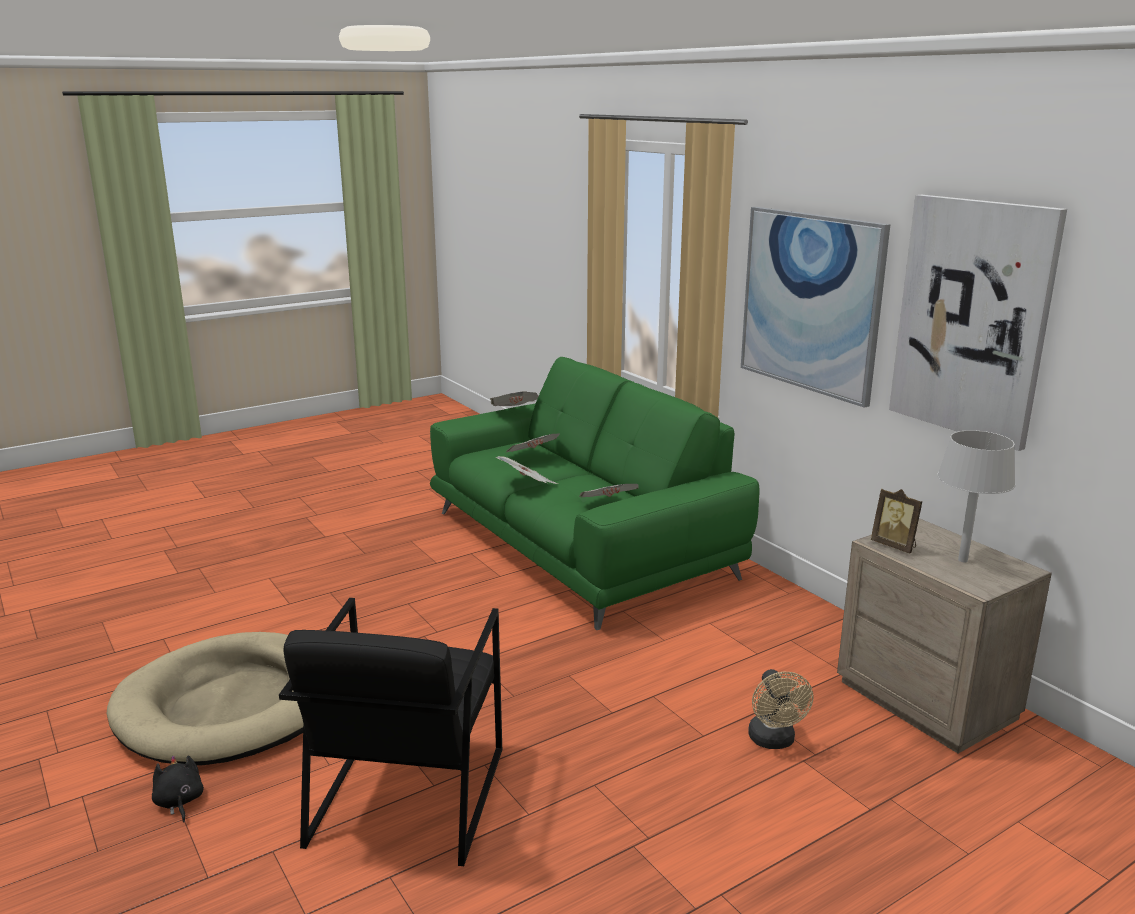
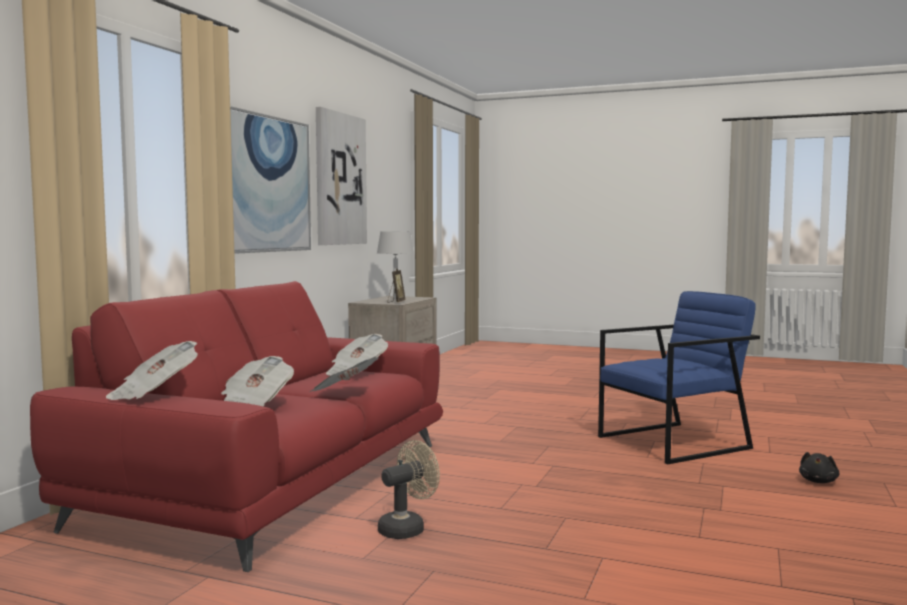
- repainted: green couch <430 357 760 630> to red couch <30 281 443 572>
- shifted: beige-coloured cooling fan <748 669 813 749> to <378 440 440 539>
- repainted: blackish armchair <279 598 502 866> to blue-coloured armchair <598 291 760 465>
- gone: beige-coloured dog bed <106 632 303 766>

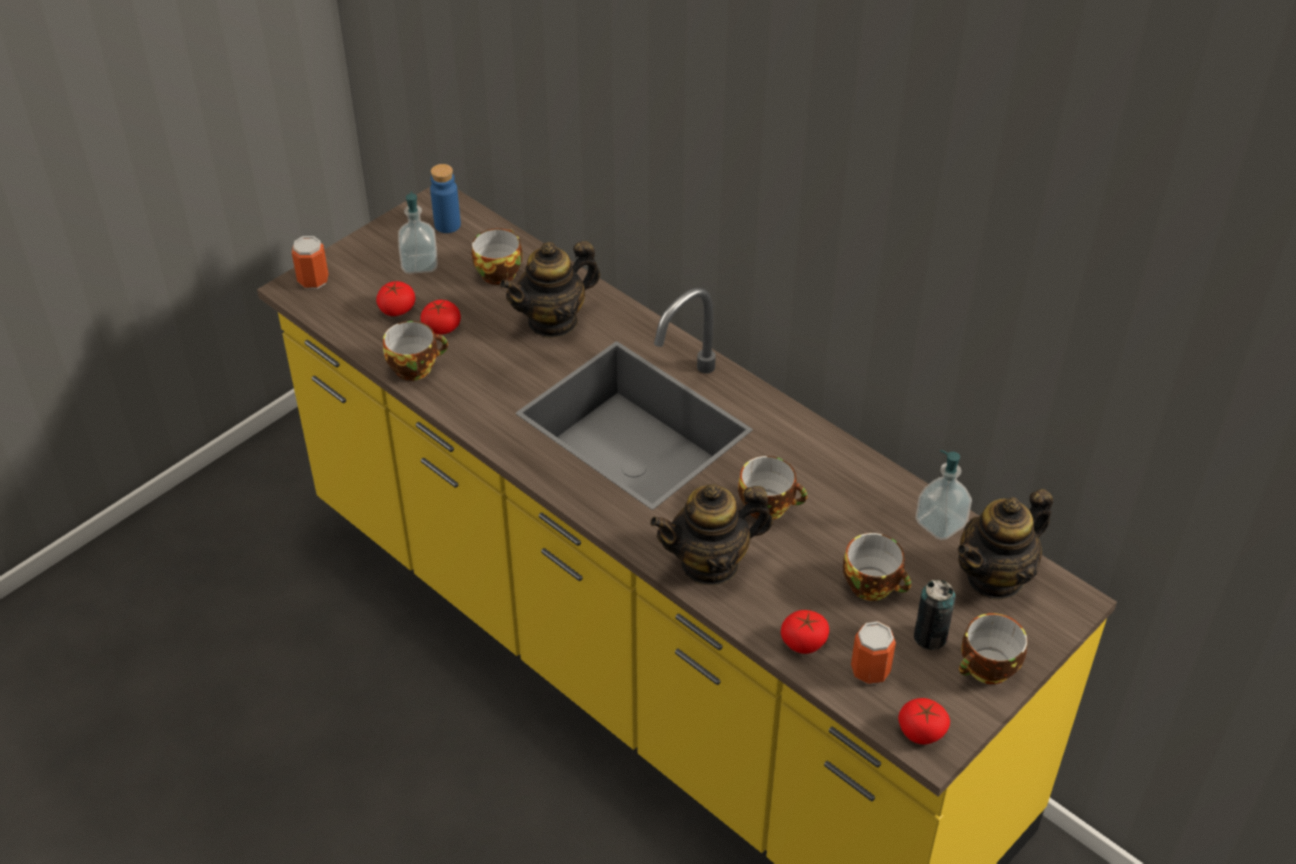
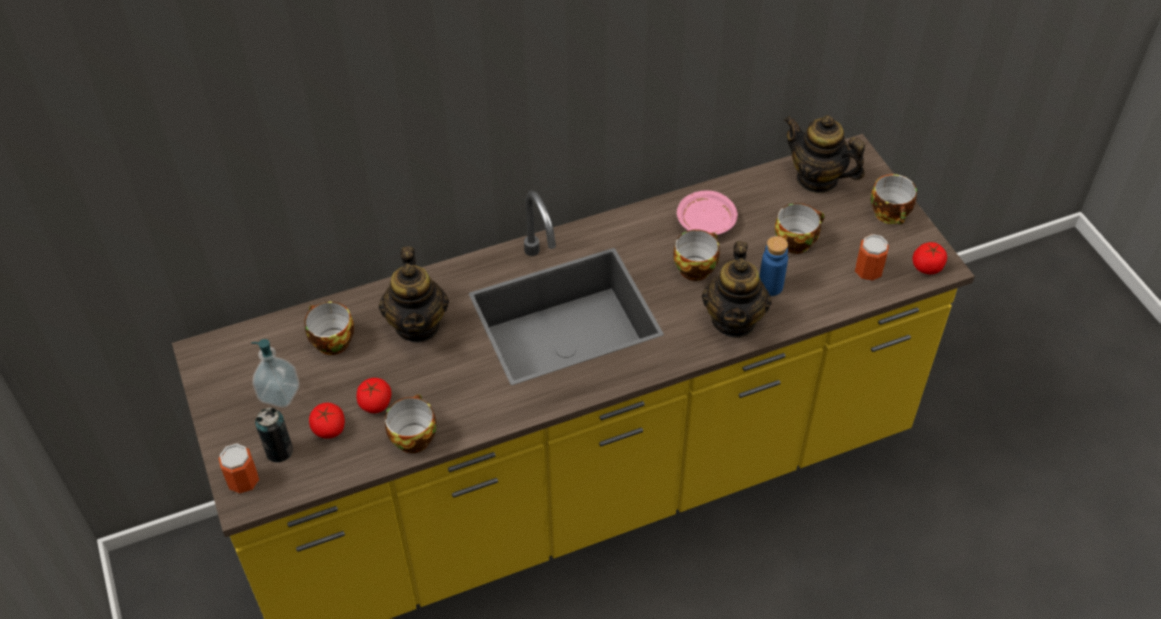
- shifted: can <914 580 956 650> to <255 407 293 463>
- new: pinkish plate <677 190 738 235>
- shifted: blue-coloured drink bottle <430 164 461 233> to <759 236 788 296>
- rotated: teapot <957 489 1053 601> = <784 115 865 194> 135 degrees clockwise
- gone: fresh tomato <781 610 829 654>
- gone: soap dispenser <916 450 972 540>

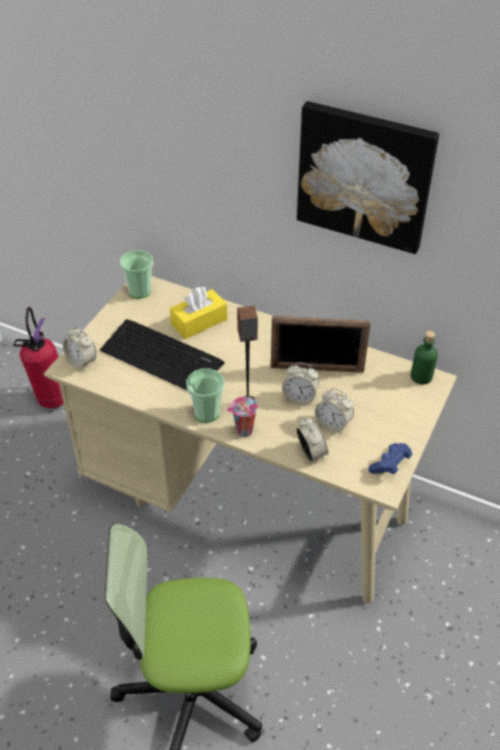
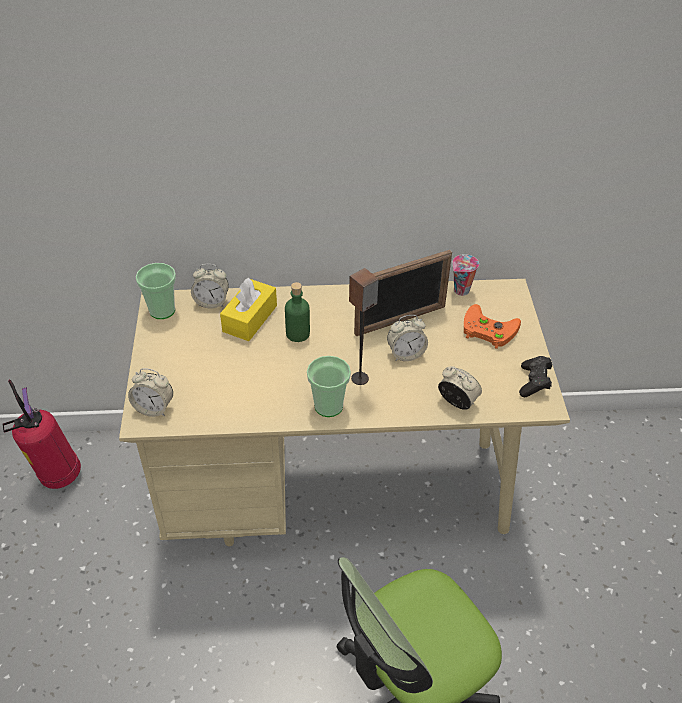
- shifted: bedside clock <315 388 354 434> to <191 264 229 309>
- shifted: green drink bottle <411 331 438 384> to <285 282 310 342>
- shifted: cup <227 397 258 437> to <452 254 479 296>
- new: orangey gamepad <464 304 521 349>
- repainted: blue-coloured gamepad <368 443 412 475> to blackish gamepad <519 356 552 397>
- gone: keyboard <100 319 225 391>
- gone: picture <297 101 439 254>

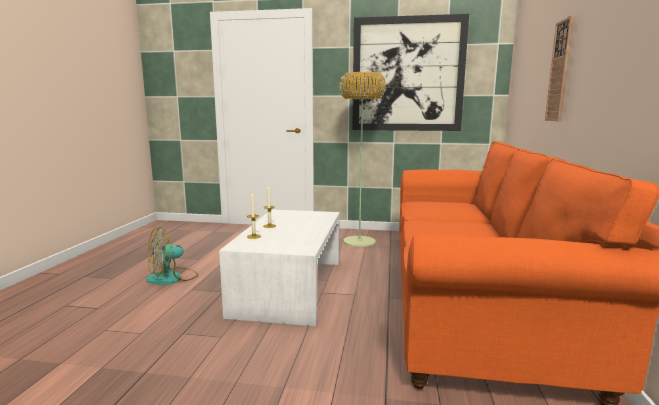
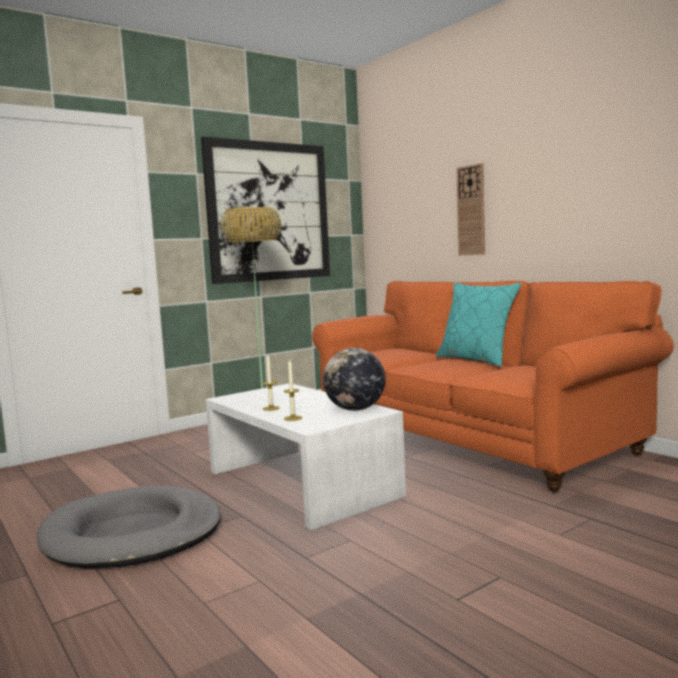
- swapped: cooling fan <146 227 198 285> to gray dog bed <36 485 221 569>
- new: world globe <323 348 385 411>
- new: turquoise throw pillow <436 282 521 367>

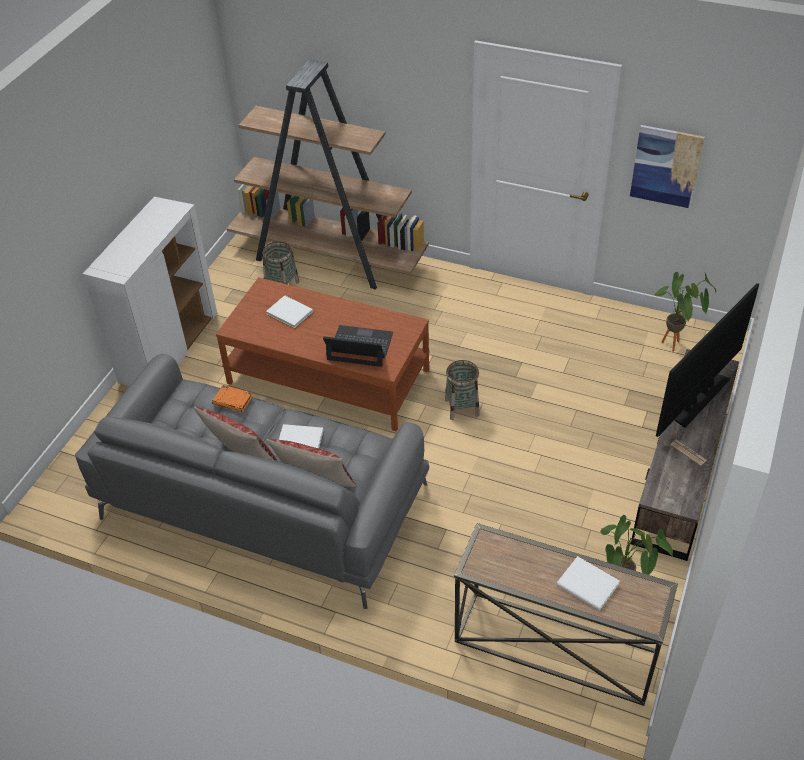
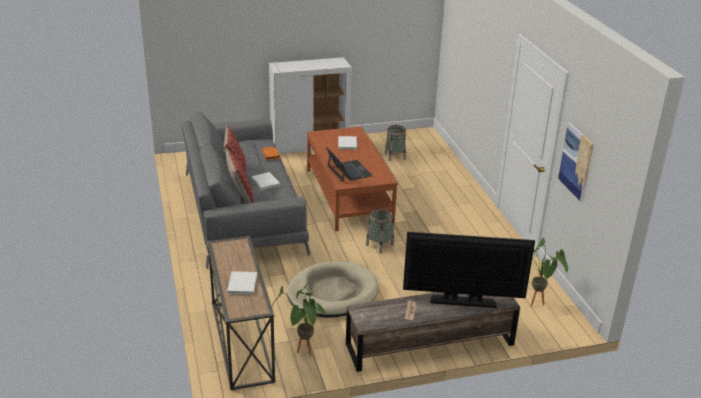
- new: beige-coloured dog bed <287 261 379 317>
- gone: brown bookcase <227 59 429 289>

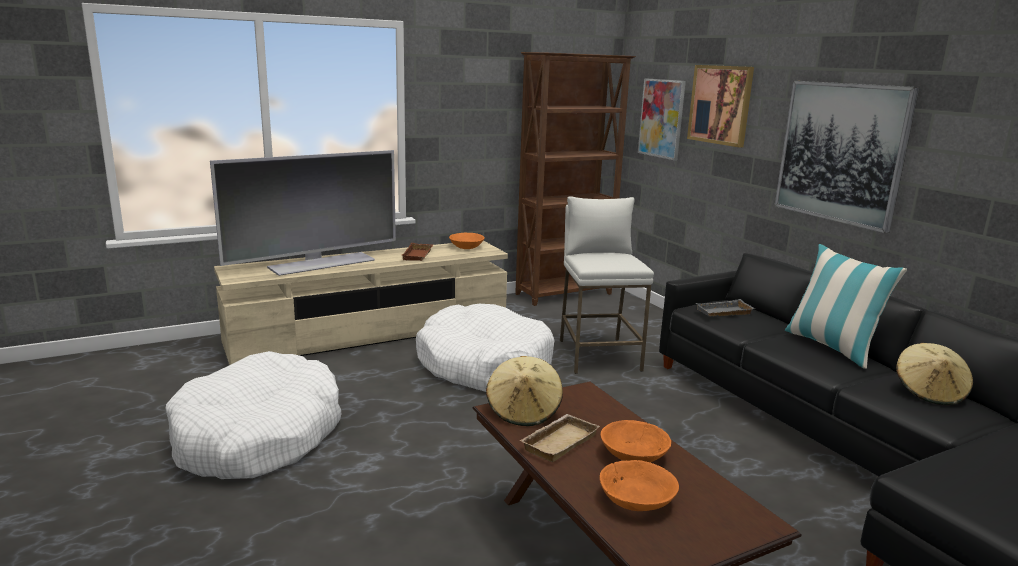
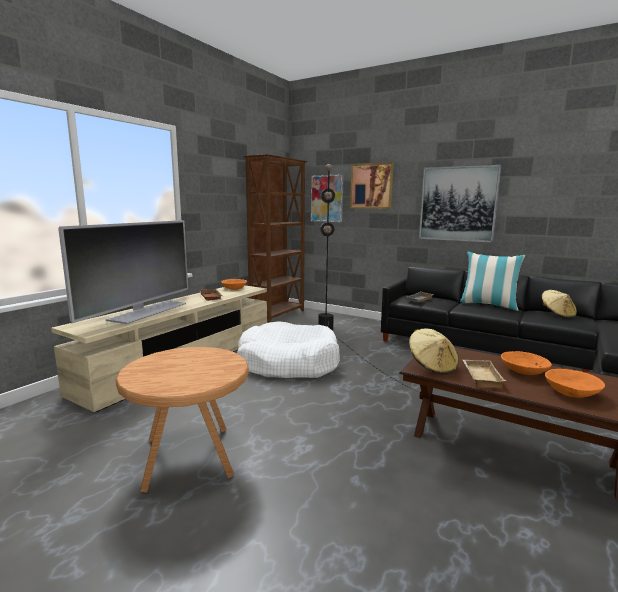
- swapped: whitish dog bed <165 351 341 479> to brown end table <116 347 249 493>
- swapped: whitish stool <560 196 654 374> to blackish standard lamp <318 164 417 392>

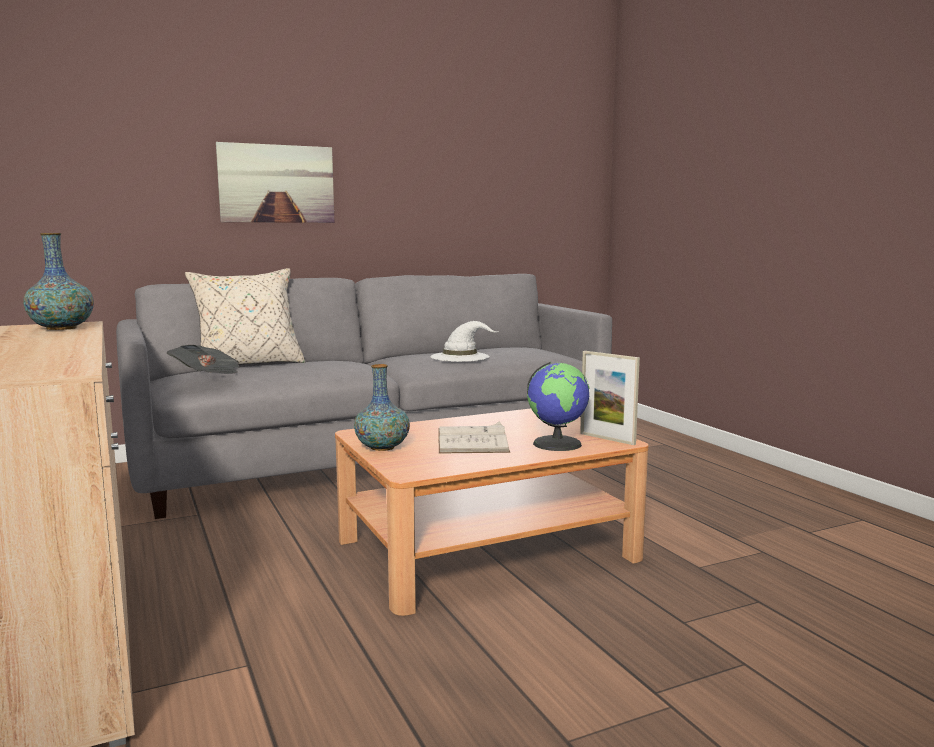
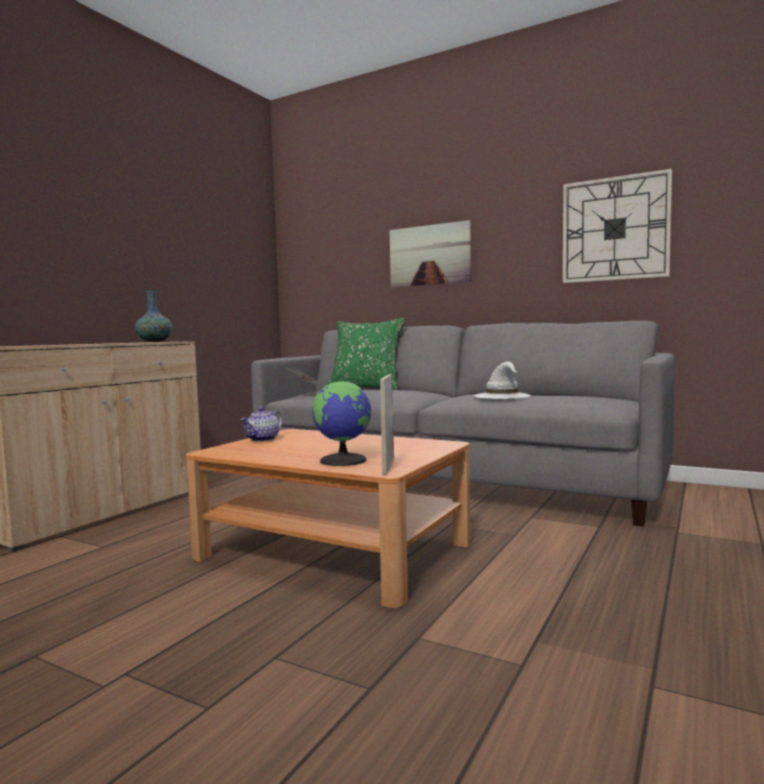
- swapped: flower vase <354 364 410 451> to teapot <240 407 282 442>
- repainted: beige-coloured throw pillow <185 268 305 365> to green throw pillow <327 318 406 390>
- new: hanging clock <563 169 672 283>
- gone: whitish volume <438 422 510 454>

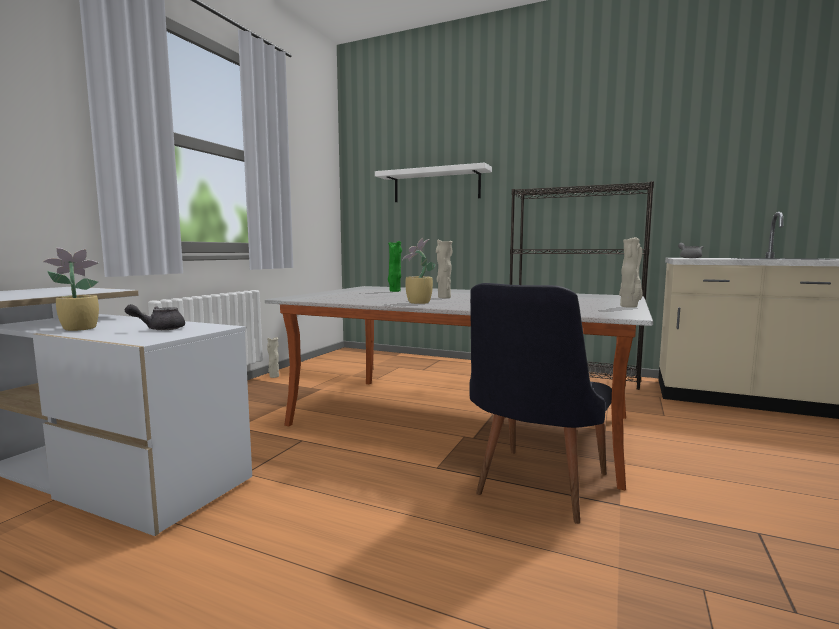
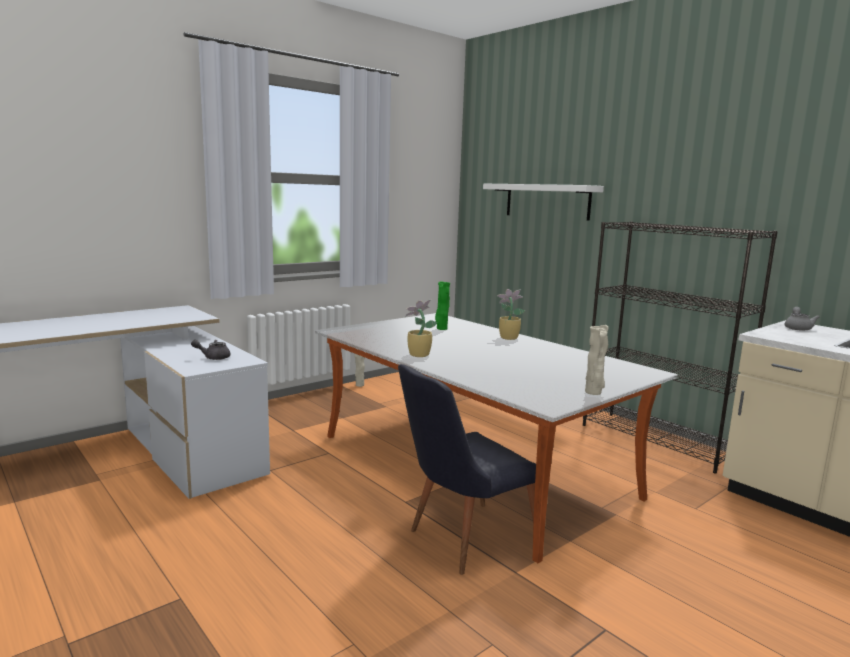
- shifted: potted plant <43 248 99 331> to <497 289 525 340>
- gone: beige-coloured flower vase <436 239 453 298>

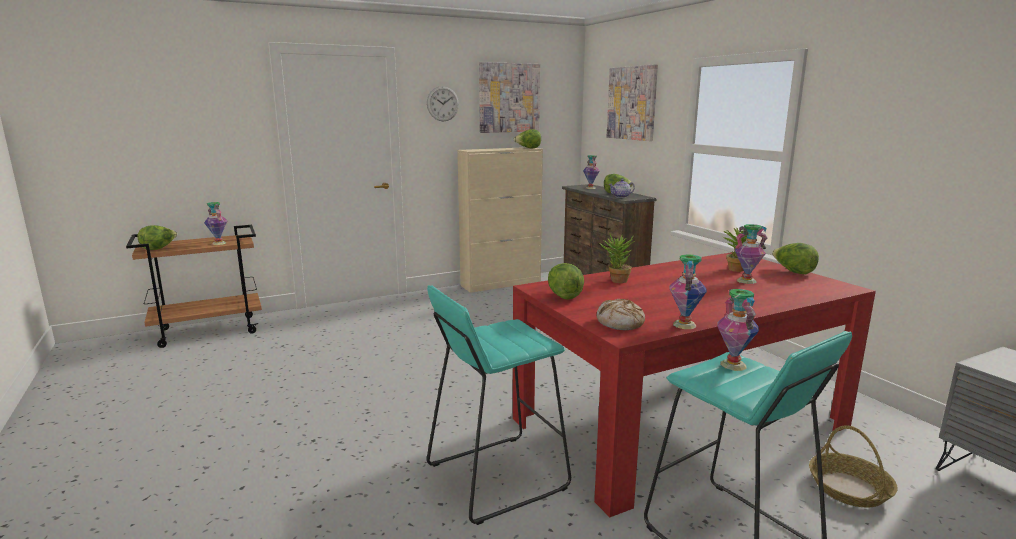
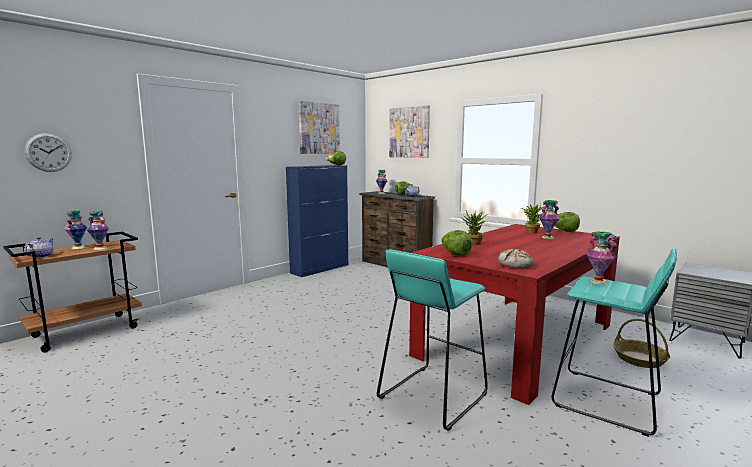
- swapped: lettuce head <137 225 177 250> to teapot <24 237 54 258>
- shifted: hanging clock <427 86 459 122> to <25 133 72 172>
- shifted: flower vase <669 254 707 329> to <64 210 87 249>
- repainted: beige-coloured cupboard <457 147 543 293> to blue-coloured cupboard <286 165 348 277>

